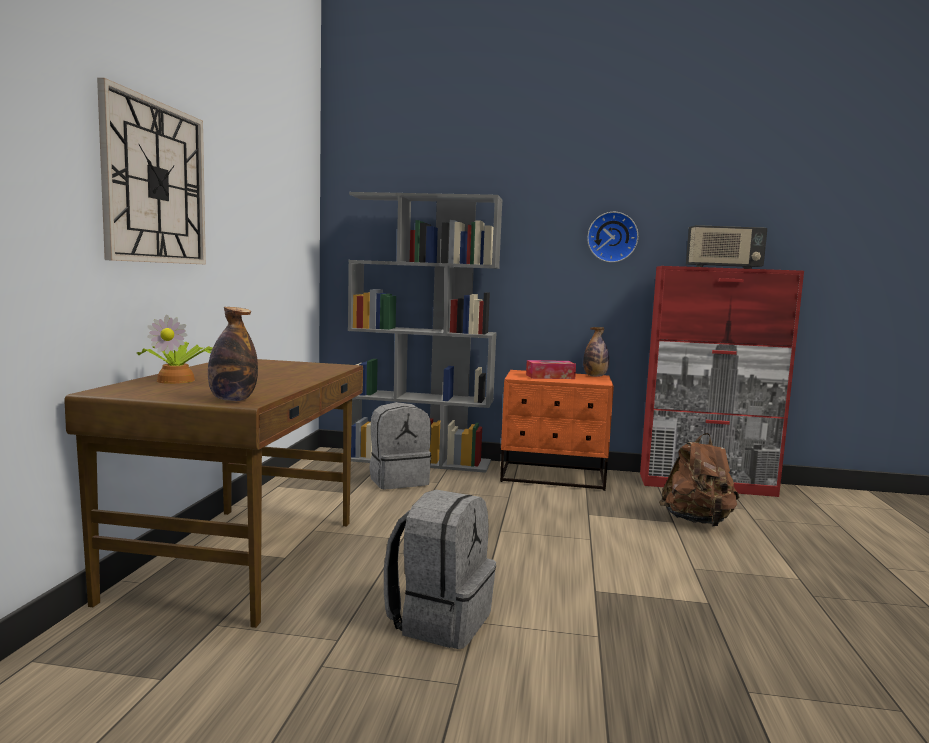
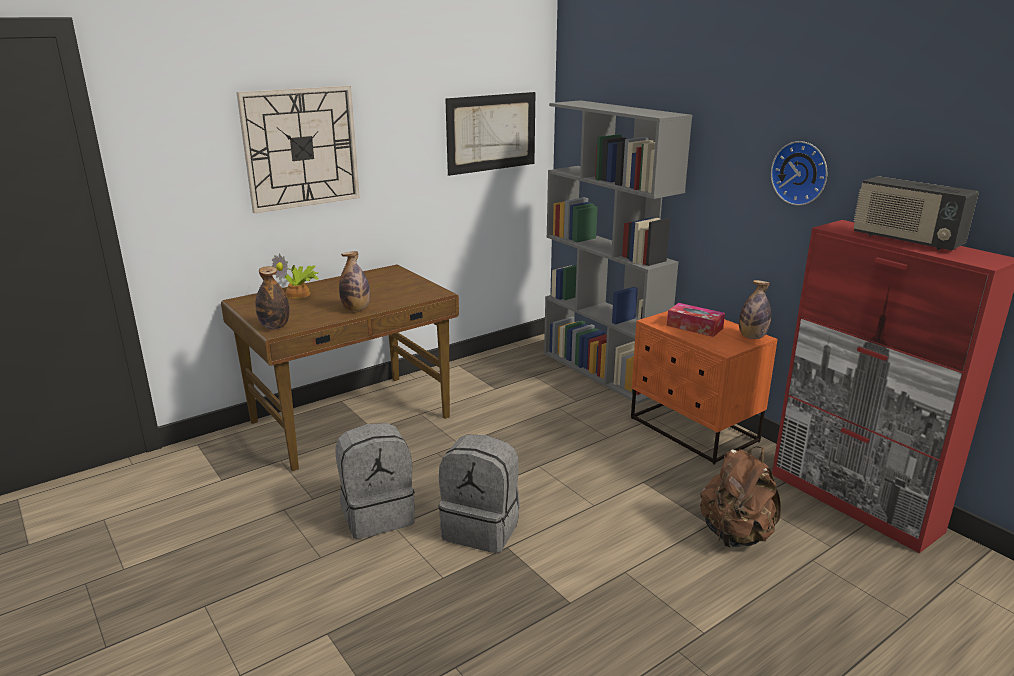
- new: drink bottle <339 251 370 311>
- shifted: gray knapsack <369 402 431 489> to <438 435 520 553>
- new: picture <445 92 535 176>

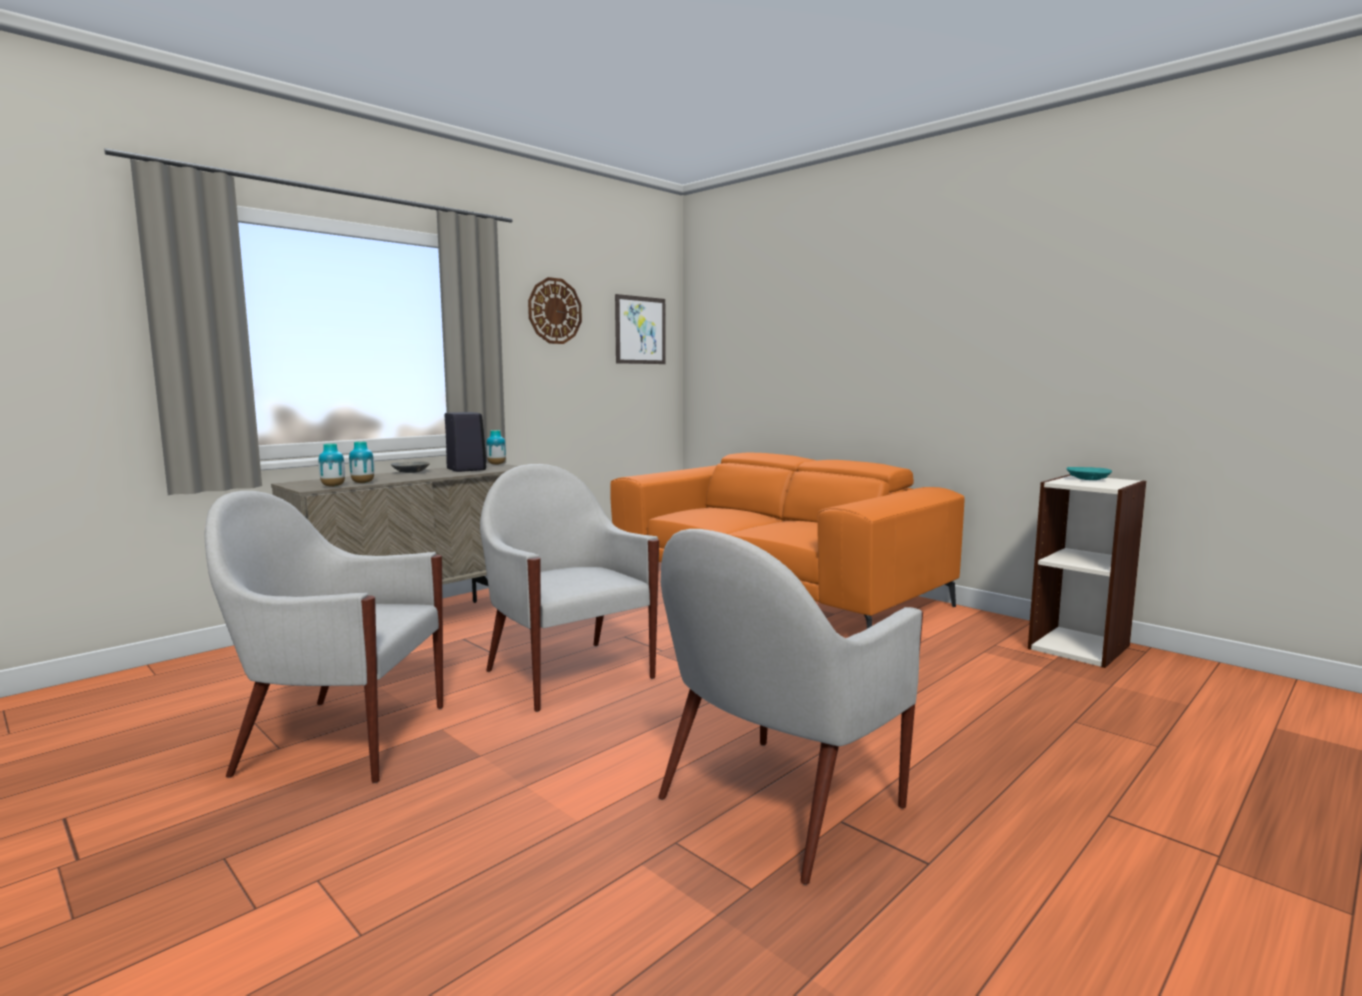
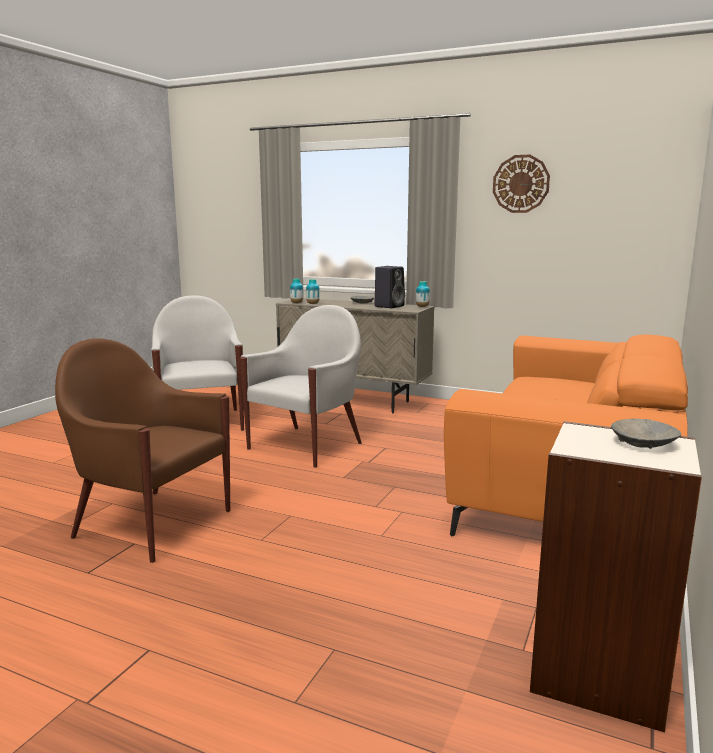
- repainted: whitish armchair <658 529 923 885> to brown armchair <55 339 230 563>
- repainted: turquoise serving bowl <1066 467 1112 480> to gray serving bowl <611 419 681 449>
- gone: picture <615 294 666 364>

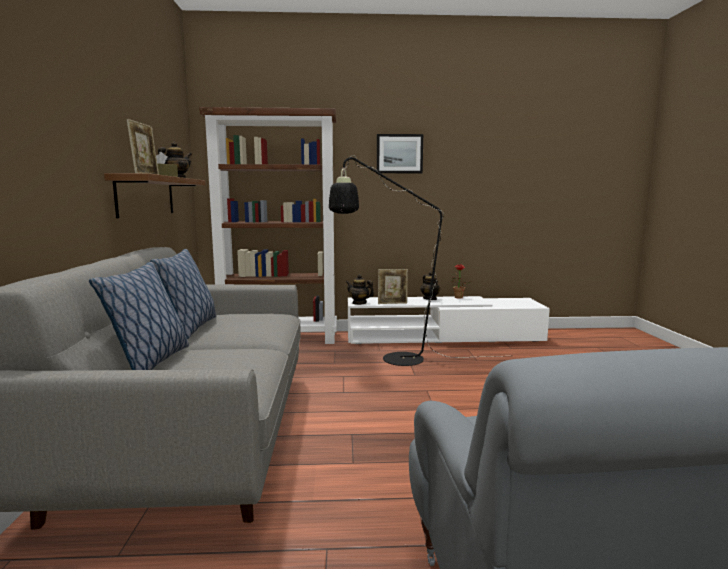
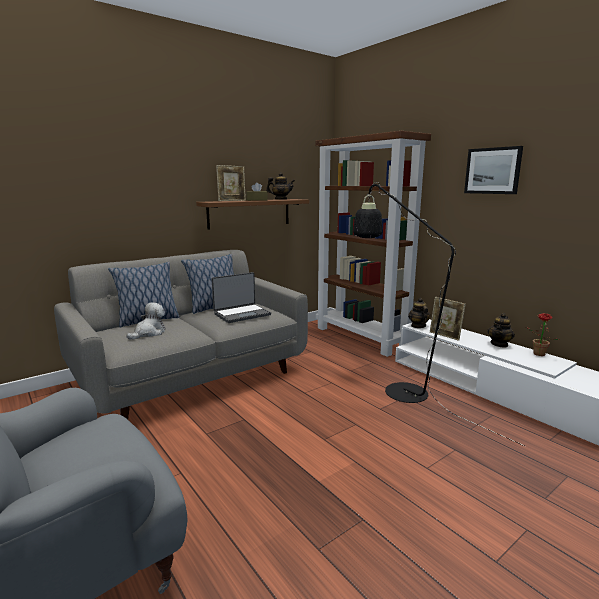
- new: soft toy <126 302 165 340>
- new: laptop <212 272 271 323>

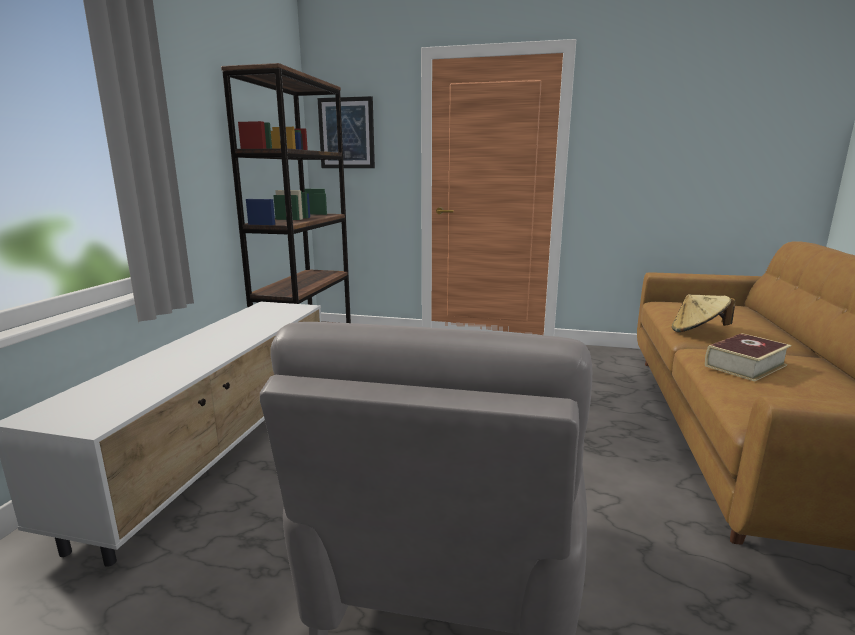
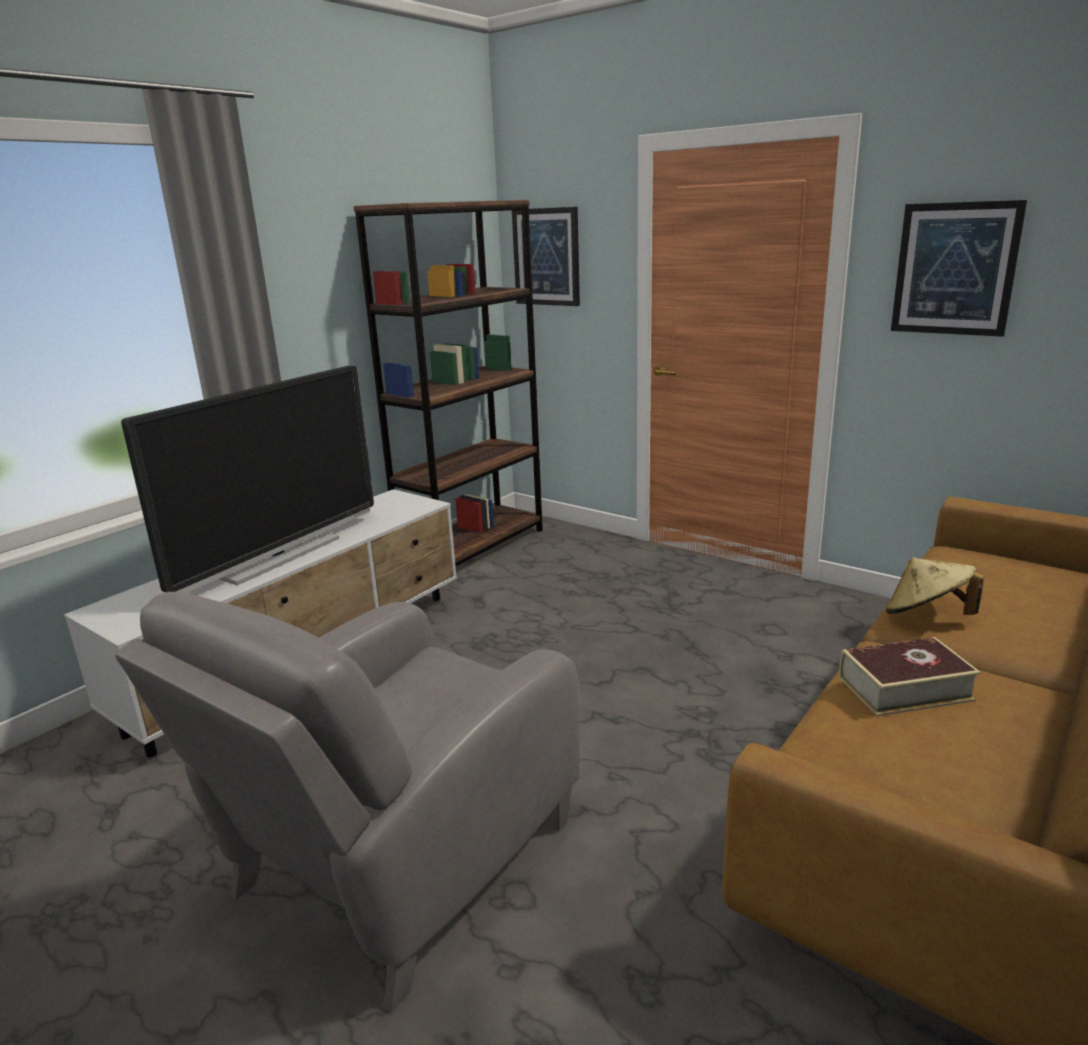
- new: TV set <121 365 374 593>
- new: picture <891 200 1027 337>

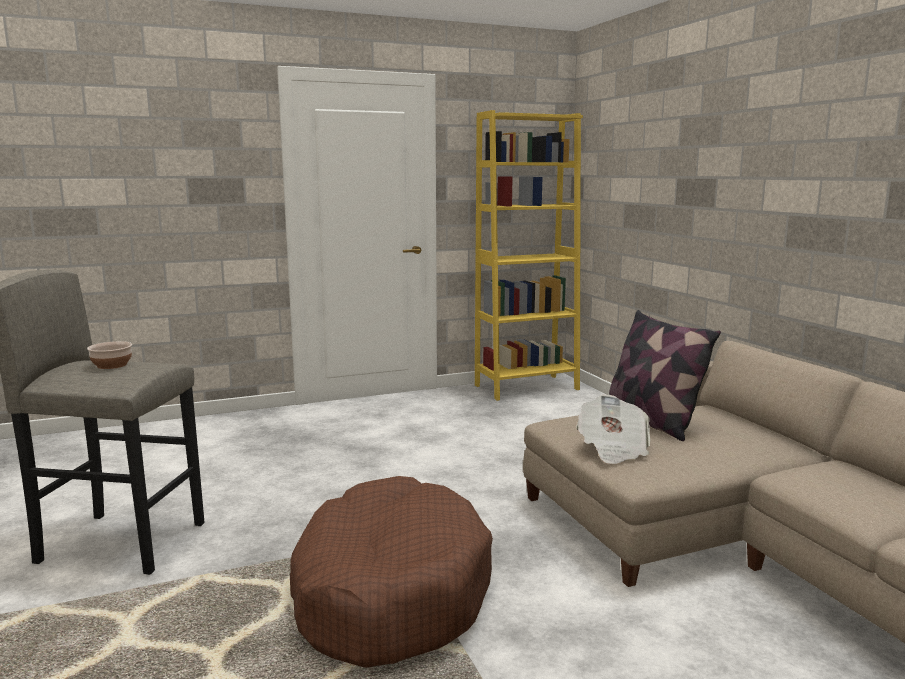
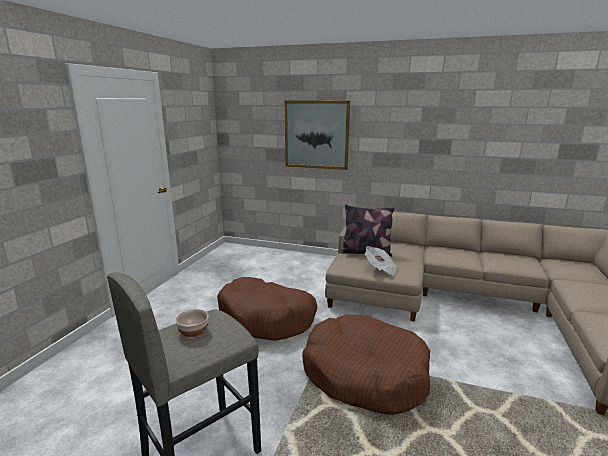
- new: brown dog bed <217 277 317 341>
- new: picture <285 101 350 170>
- gone: yellowish bookcase <475 110 583 401>

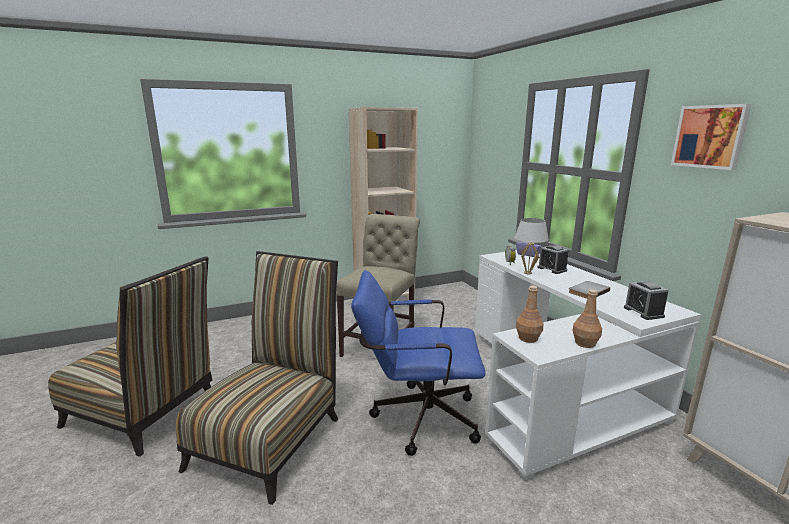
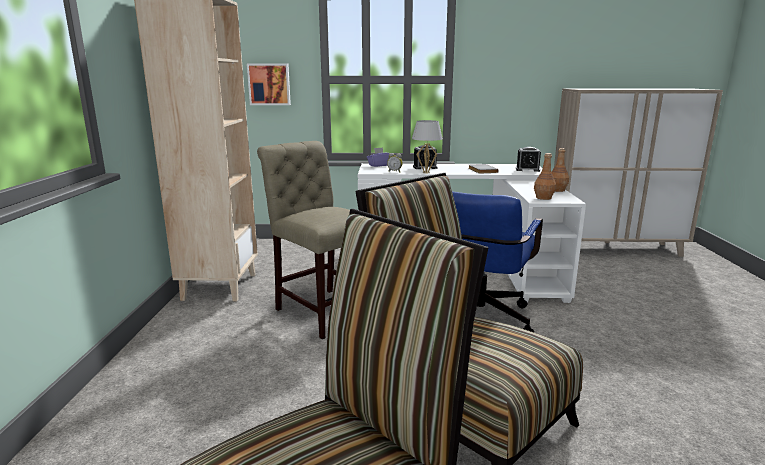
- shifted: picture <671 104 752 170> to <247 64 291 105>

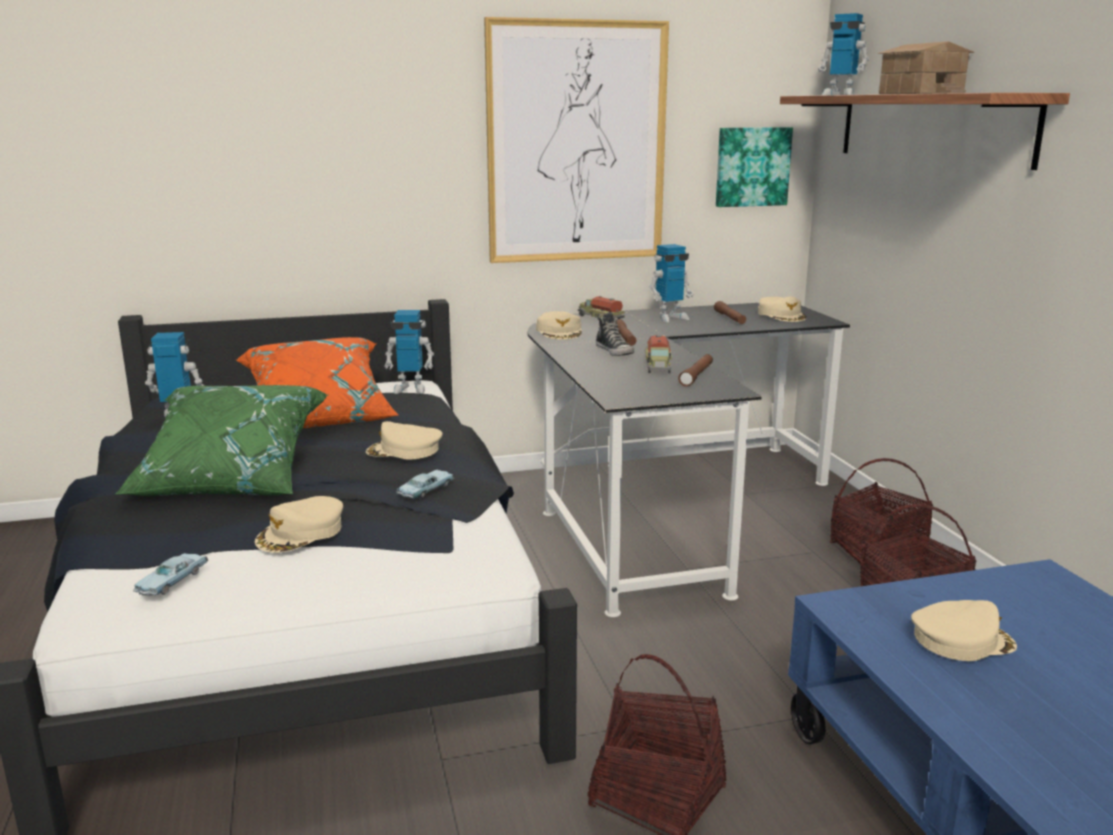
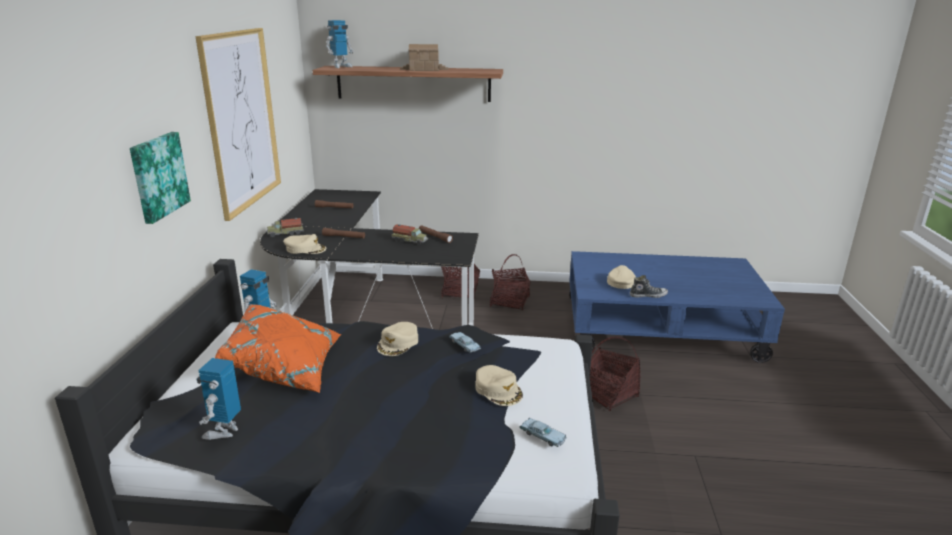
- shifted: picture <716 127 793 207> to <130 132 191 224>
- shifted: item of footwear <596 313 634 356> to <630 275 668 298>
- gone: green throw pillow <115 385 329 496>
- gone: toy robot <650 244 693 322>
- gone: beige-coloured cap <758 297 807 322>

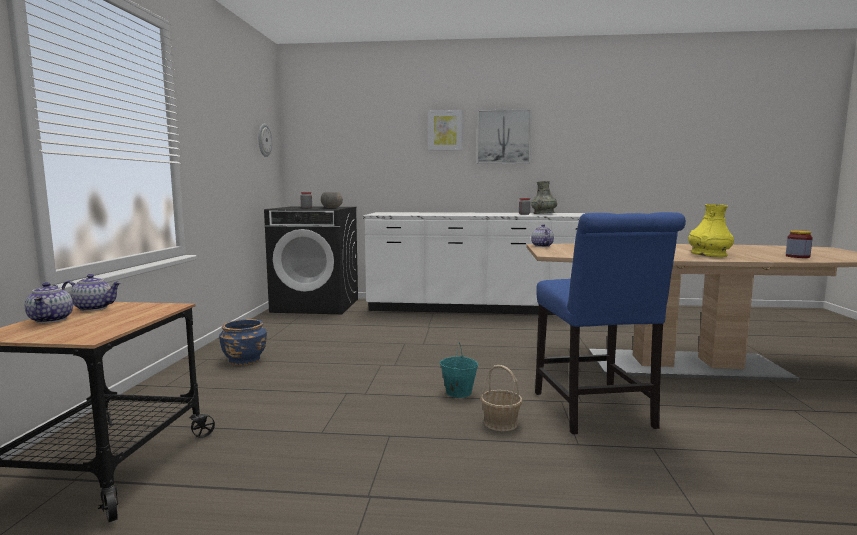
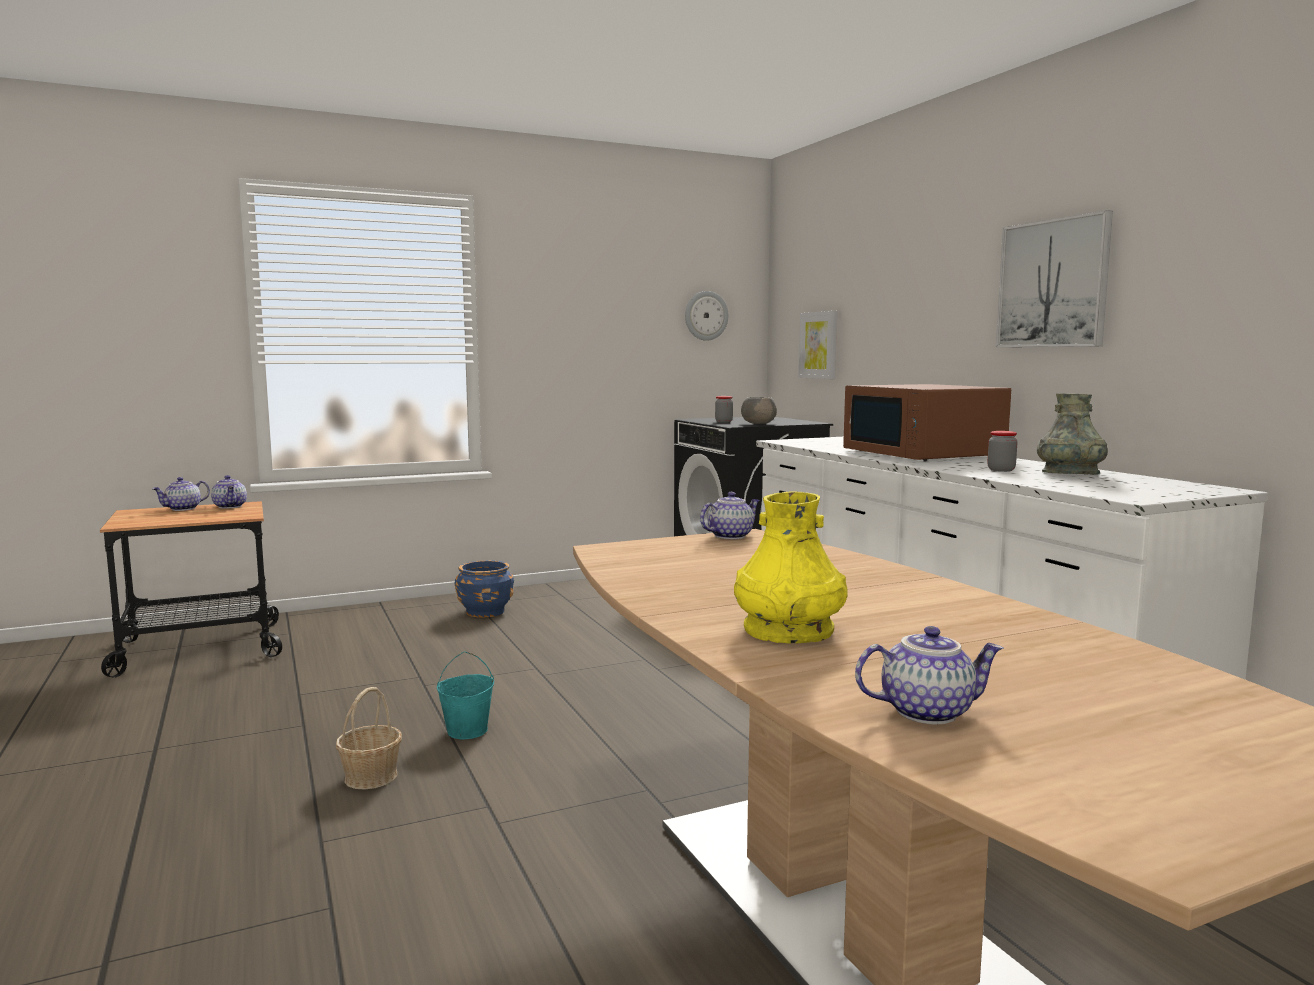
- shifted: picture <428 110 463 151> to <799 311 837 379>
- new: brown microwave oven <843 384 1011 461>
- swapped: jar <786 230 813 258> to teapot <855 626 1003 724>
- gone: blue-coloured upright chair <535 212 686 434>

